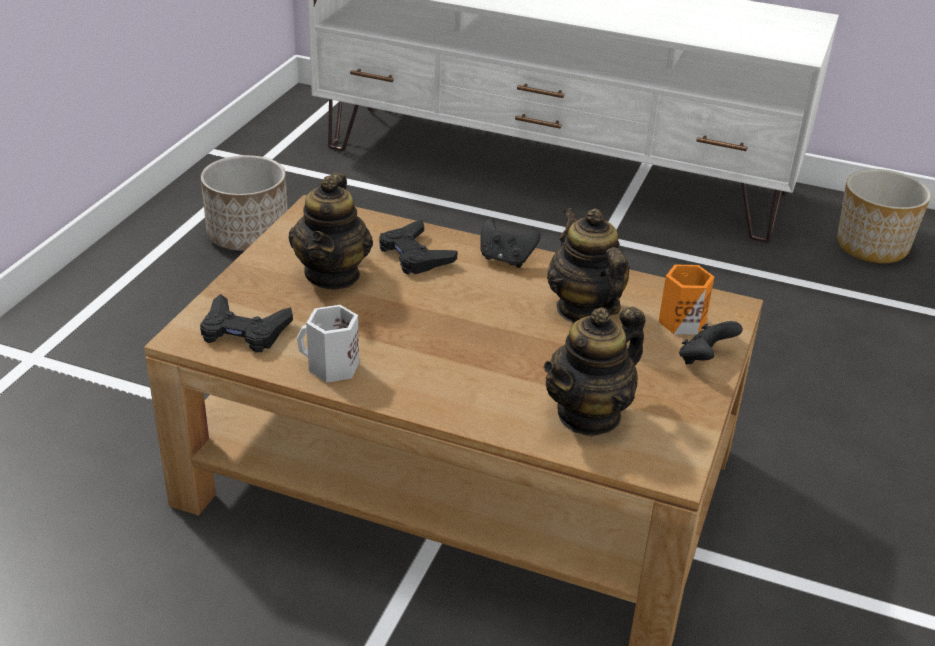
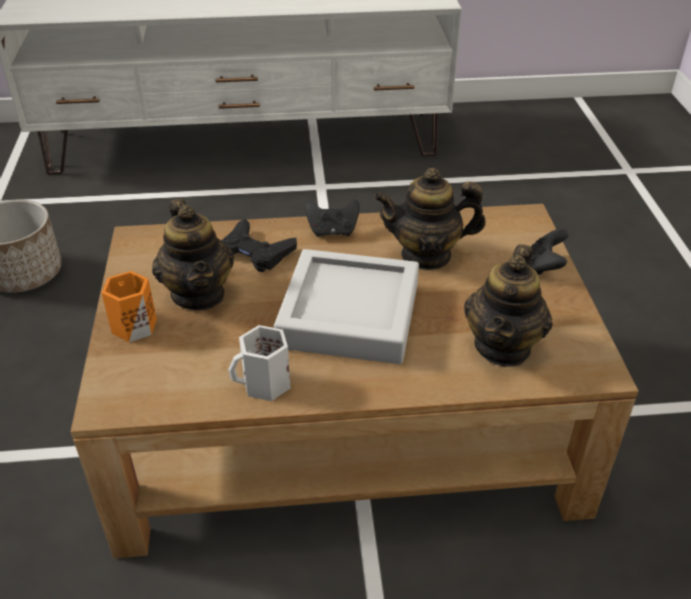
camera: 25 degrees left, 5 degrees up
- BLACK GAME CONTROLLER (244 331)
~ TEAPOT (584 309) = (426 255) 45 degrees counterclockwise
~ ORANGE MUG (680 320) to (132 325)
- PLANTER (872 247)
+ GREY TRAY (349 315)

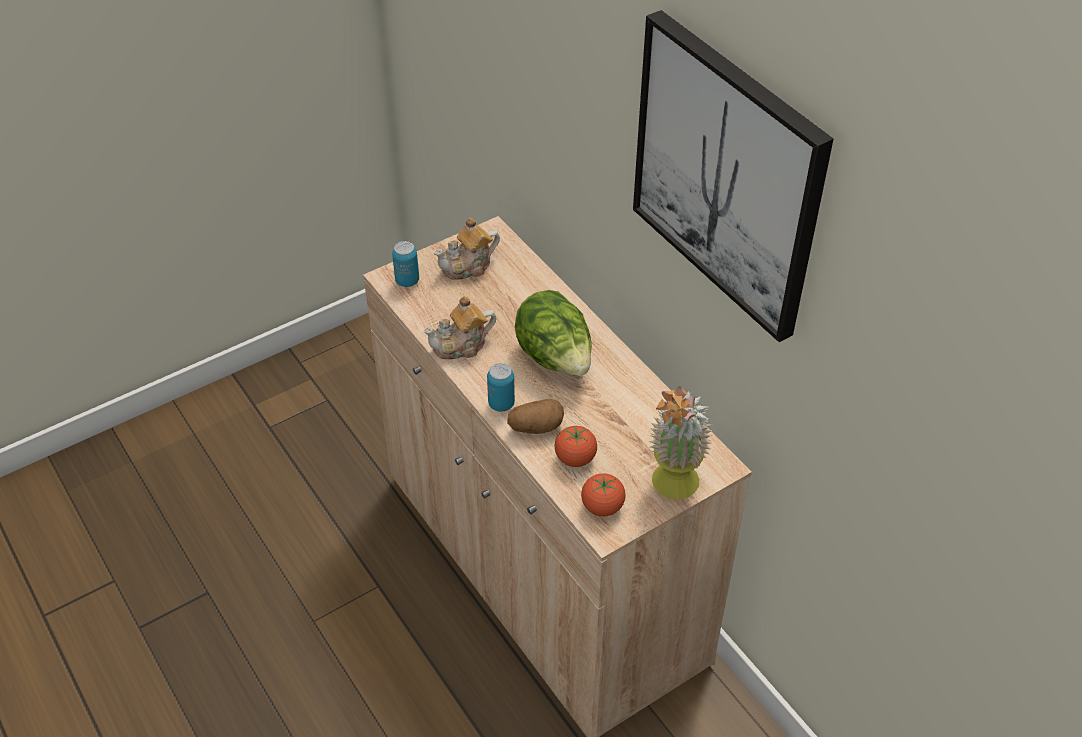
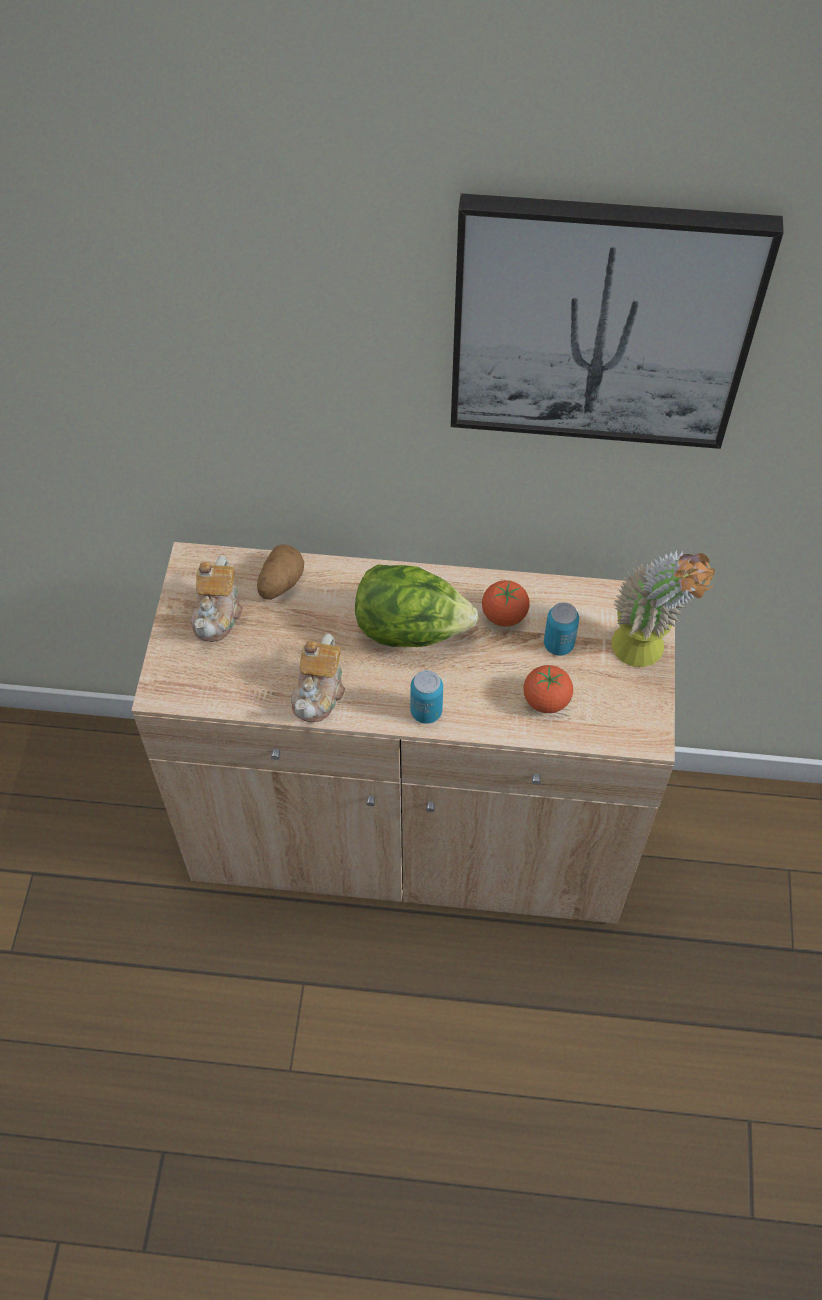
camera: 50 degrees left, 10 degrees up
~ CAN (407 281) to (558 644)
~ POTATO (536 427) to (280 583)
~ TOMATO (602 507) to (504 615)

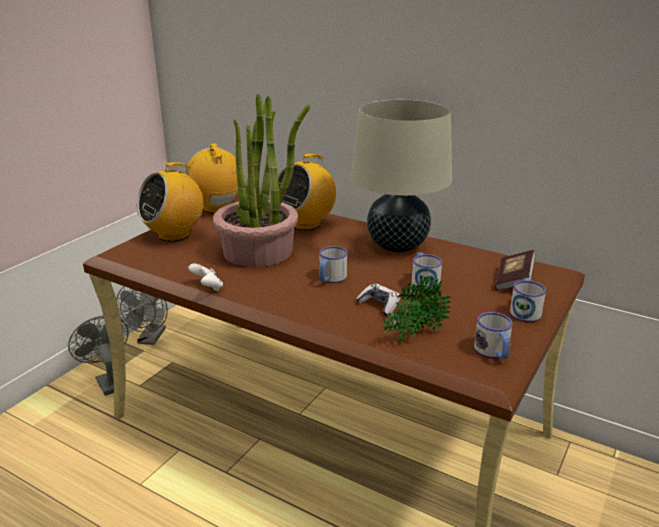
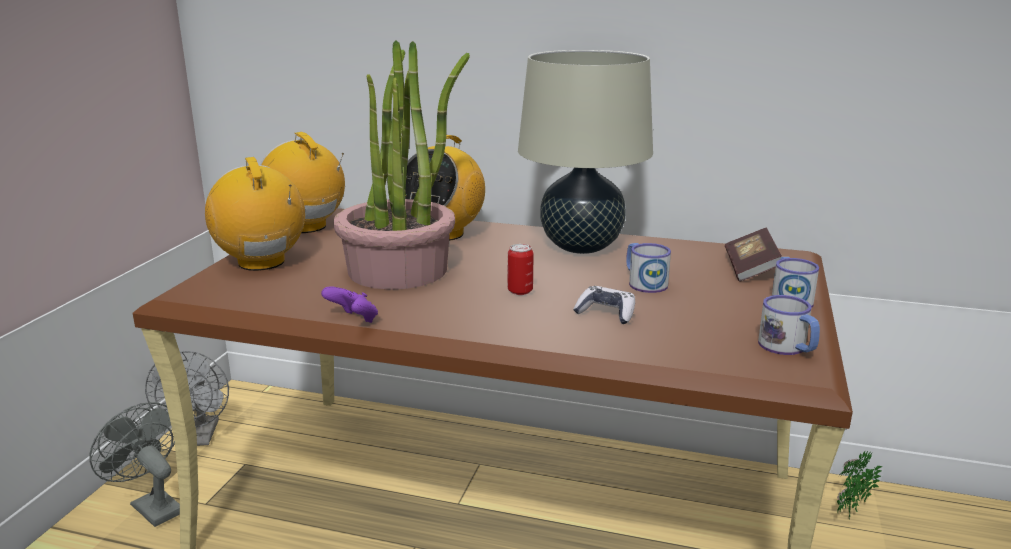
camera: 15 degrees left, 5 degrees down
~ RADIO (174 234) = (262 262) 120 degrees clockwise
~ WHITE GAME CONTROLLER (208 288) to PURPLE GAME CONTROLLER (353 320)
~ MUG (330 279) to CAN (520 291)
~ POTTED PLANT (413 336) to (849 510)

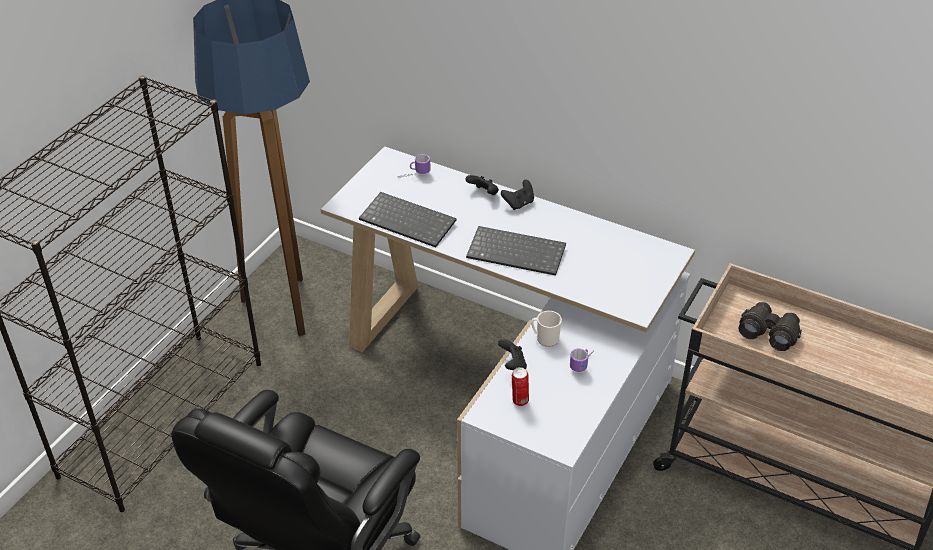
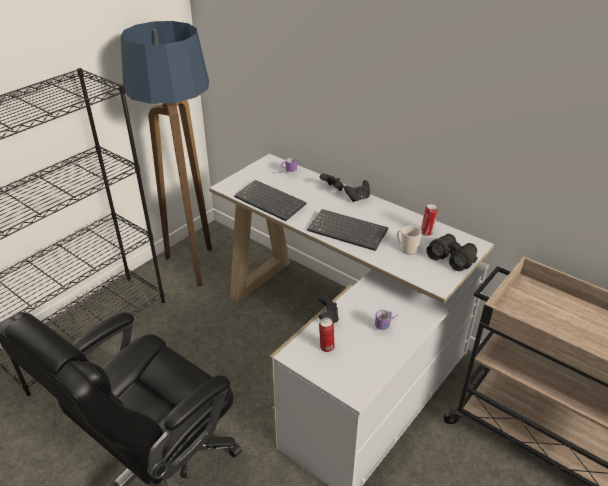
camera: 10 degrees right, 5 degrees down
~ MUG (545 338) to (406 248)
~ BLACK BINOCULARS (769 332) to (452 257)
+ CAN (427 232)

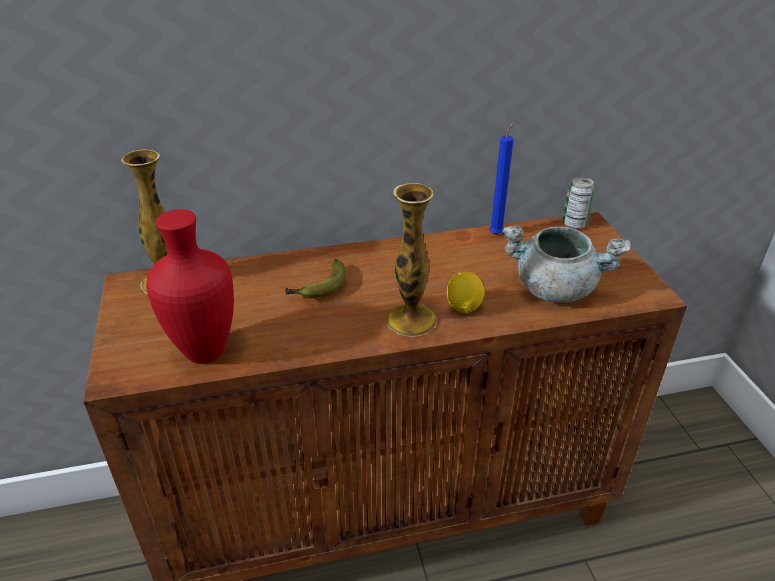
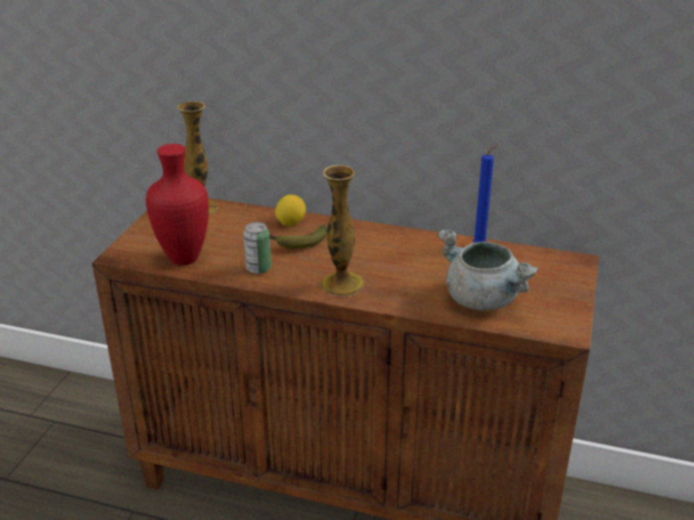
camera: 30 degrees right, 5 degrees down
~ LEMON (464 307) to (290 223)
~ CAN (574 224) to (258 268)

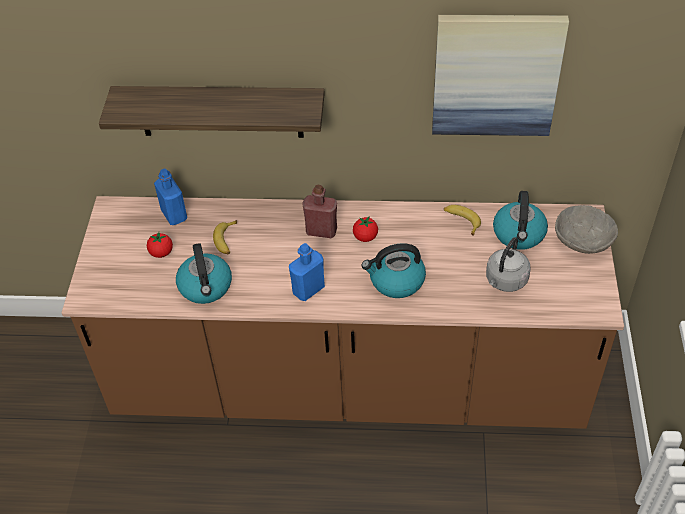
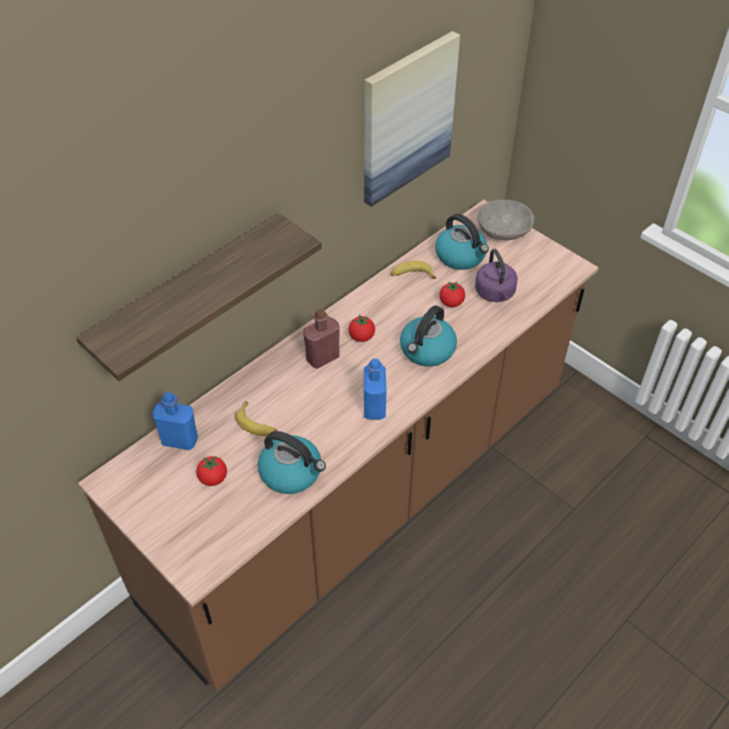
camera: 50 degrees left, 0 degrees up
~ GREY KETTLE (505 281) to PURPLE KETTLE (495 294)
+ TOMATO (451 303)

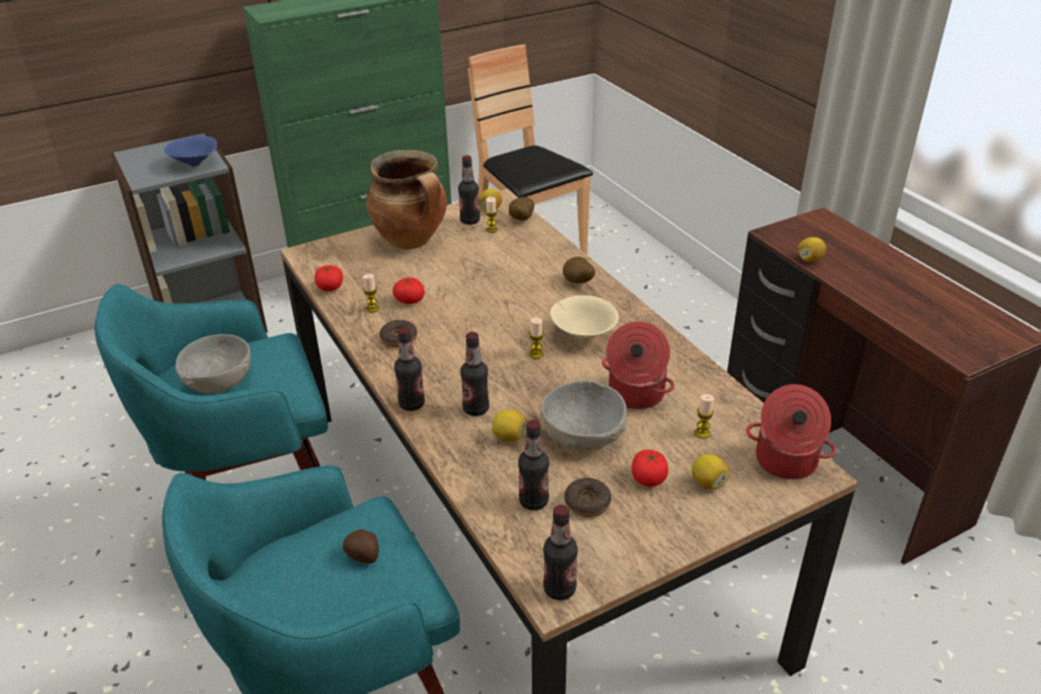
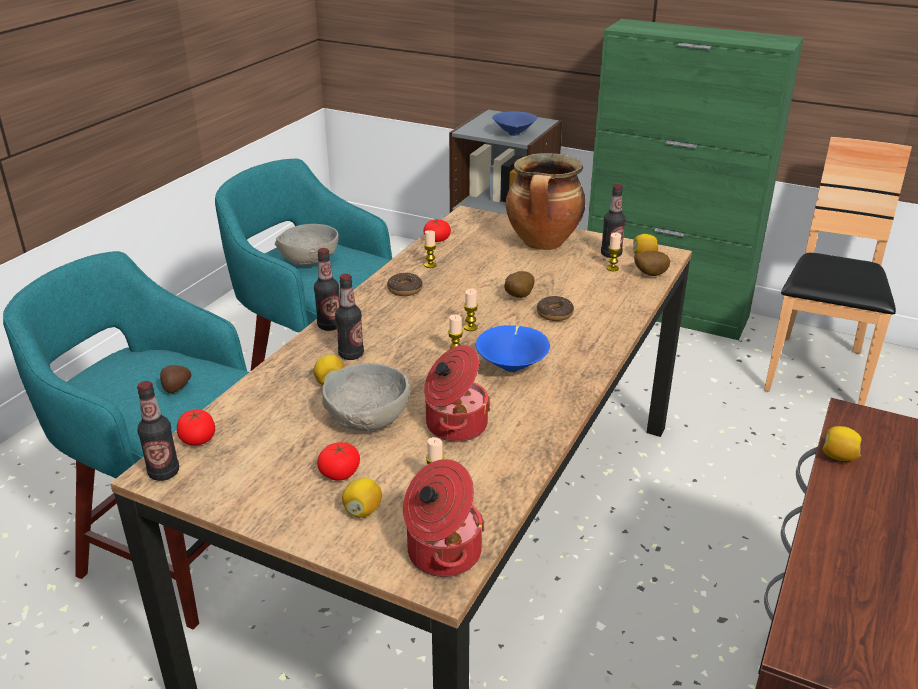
camera: 55 degrees right, 5 degrees down
~ TOMATO (409 300) to (198 438)
- BOTTLE (533 501)
~ BEIGE BOWL (582 334) to BLUE BOWL (512 366)
~ POTATO (577 283) to (517 297)
~ DONUT (587 502) to (554 314)
+ CANDLE (470 327)

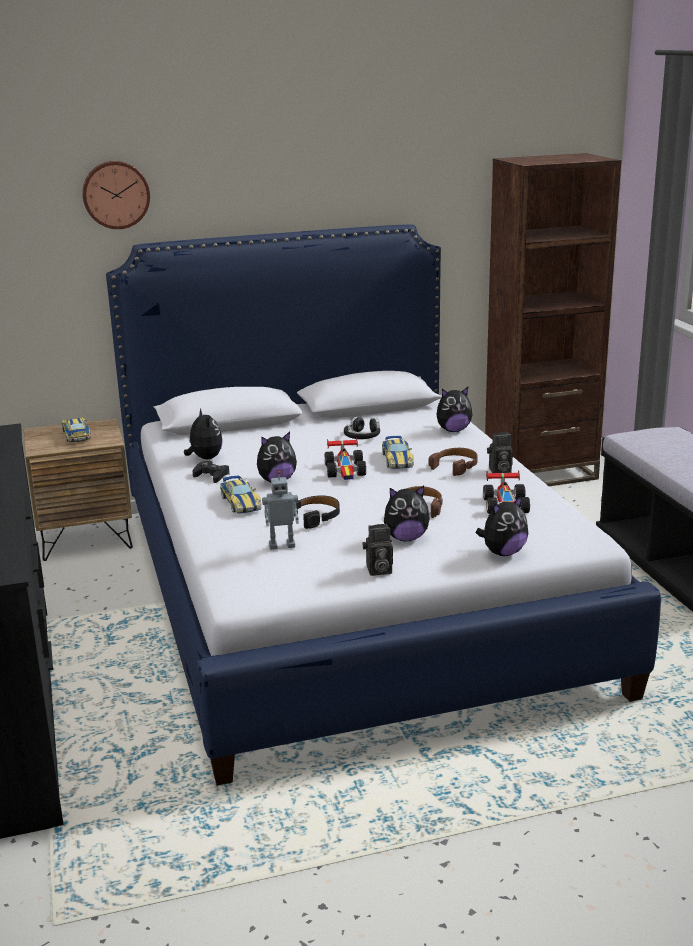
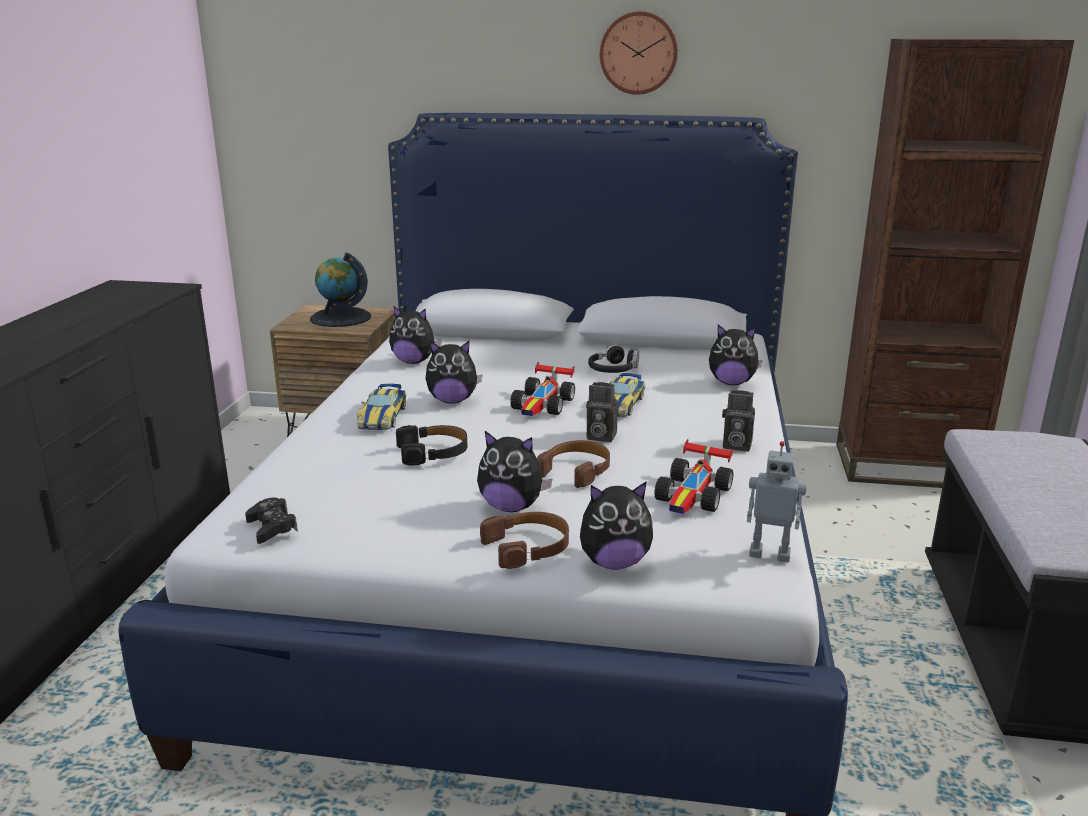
camera: 25 degrees right, 0 degrees up
~ TOY CAR (76 435) to GLOBE (340 318)
~ WALL CLOCK (116 194) to (638 53)
~ PLUSH TOY (204 458) = (414 361) 105 degrees clockwise
~ BLACK GAME CONTROLLER (211 476) to (272 527)
~ TOY ROBOT (282 545) to (770 554)
~ PHOTO CAMERA (378 570) to (599 436)
~ BROWN HEADPHONES (455 466) to (528 547)

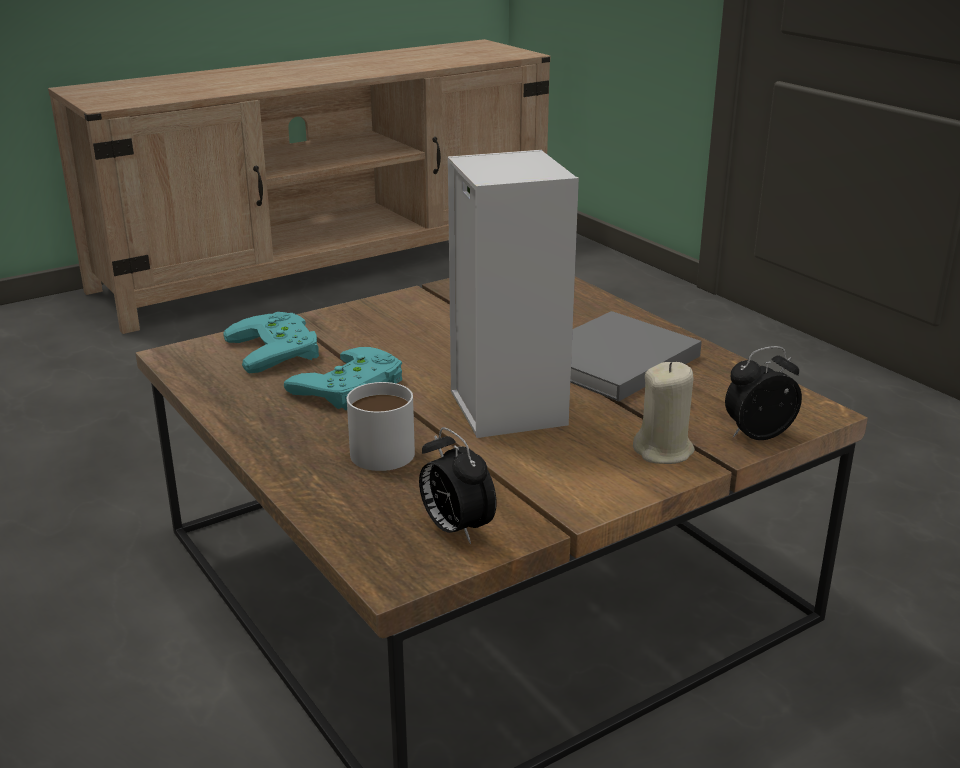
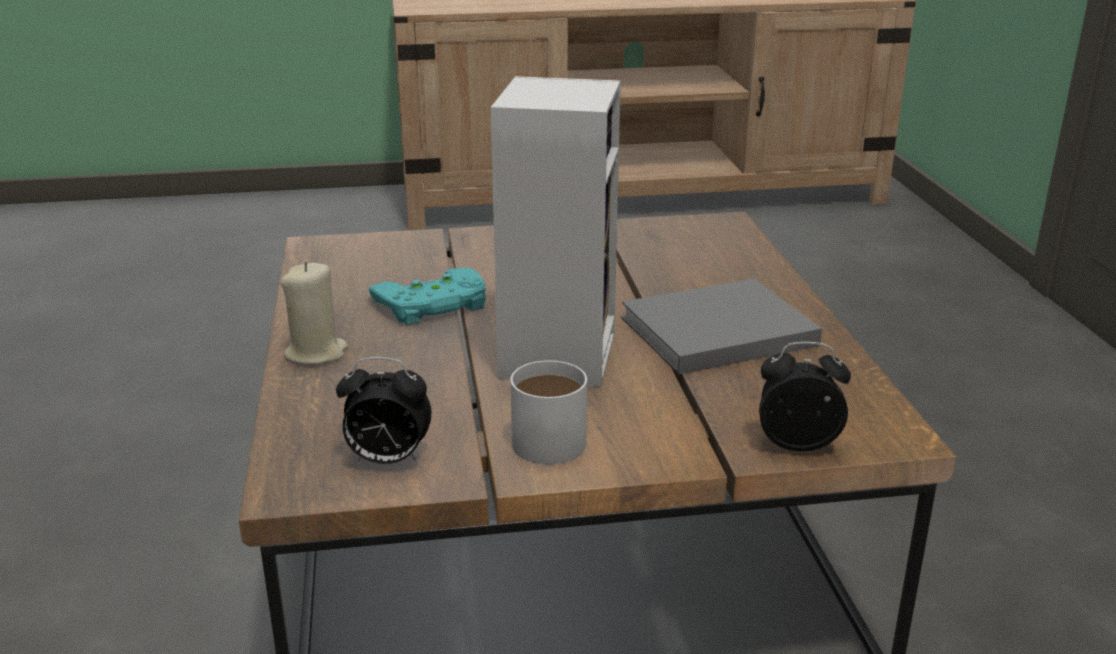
camera: 25 degrees right, 0 degrees up
- TURQUOISE GAME CONTROLLER (280 349)
~ WHITE MUG (379 447) to (551 434)
~ ALARM CLOCK (455 529) = (387 460) 75 degrees counterclockwise
~ BEIGE CANDLE (663 451) to (316 353)

